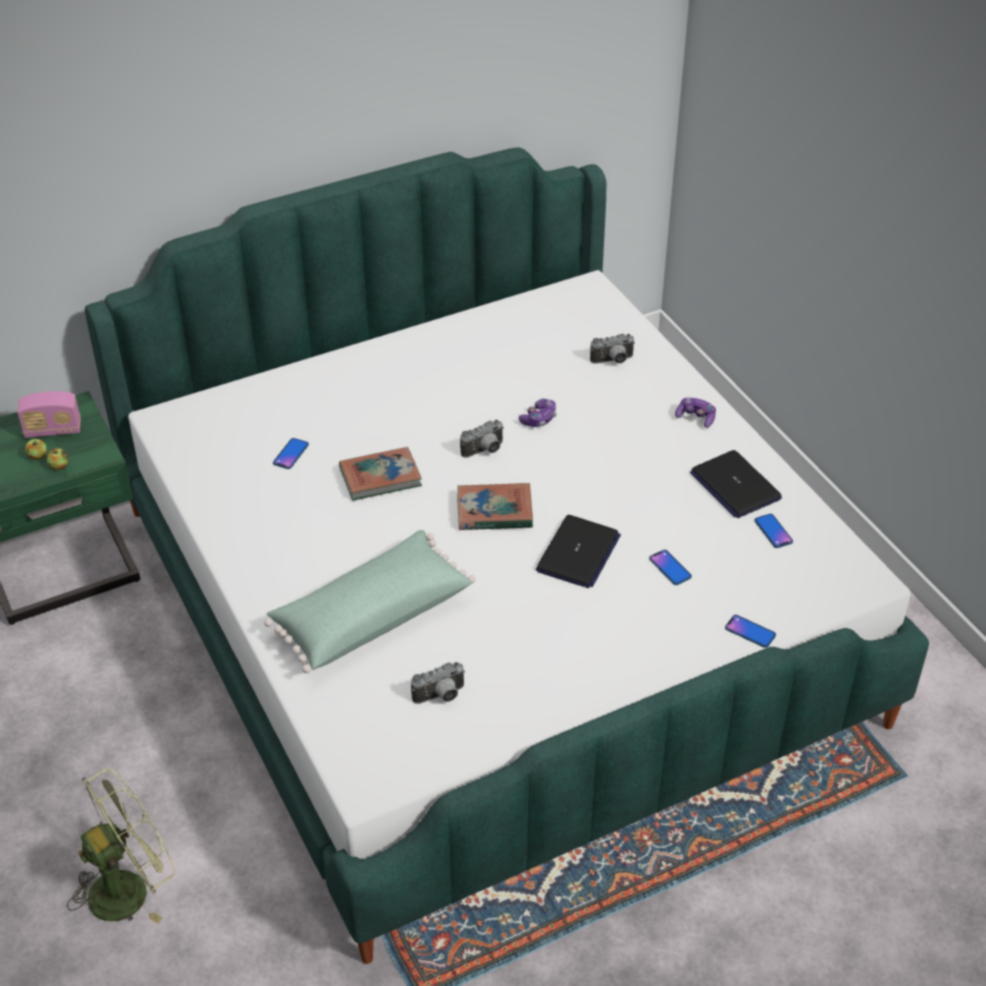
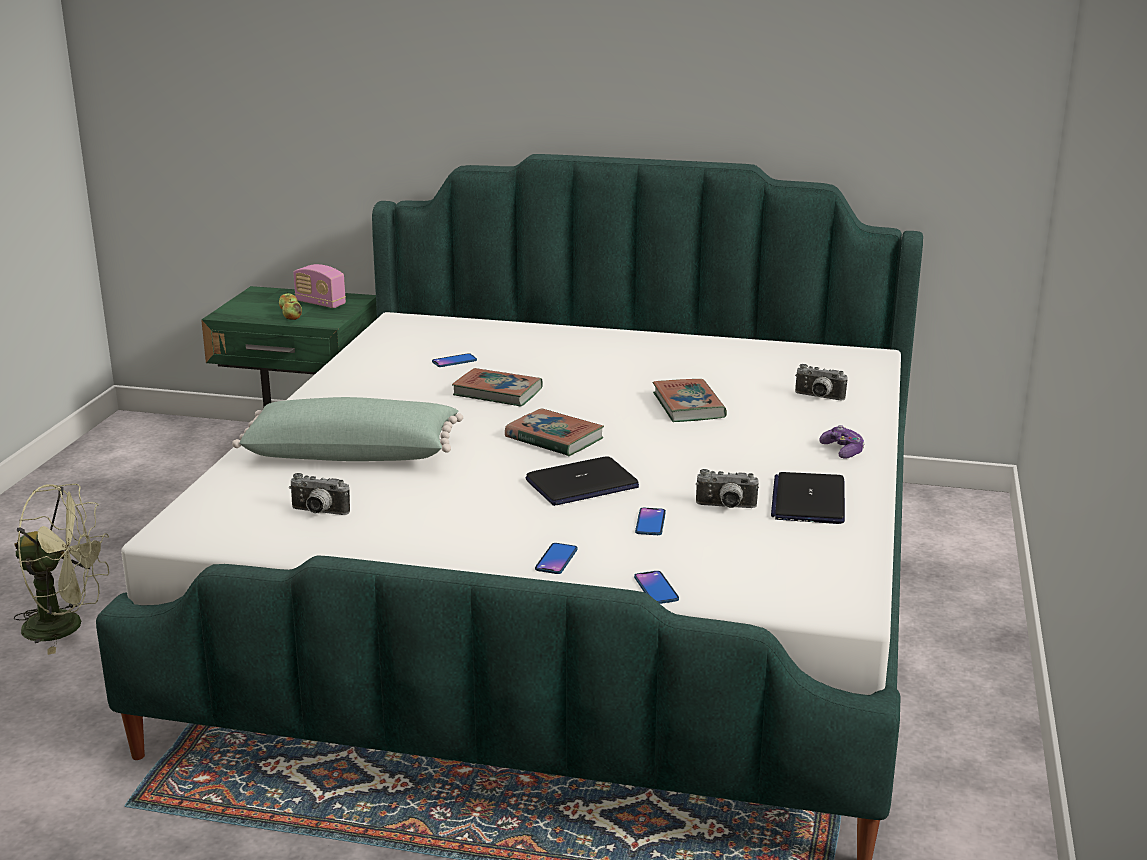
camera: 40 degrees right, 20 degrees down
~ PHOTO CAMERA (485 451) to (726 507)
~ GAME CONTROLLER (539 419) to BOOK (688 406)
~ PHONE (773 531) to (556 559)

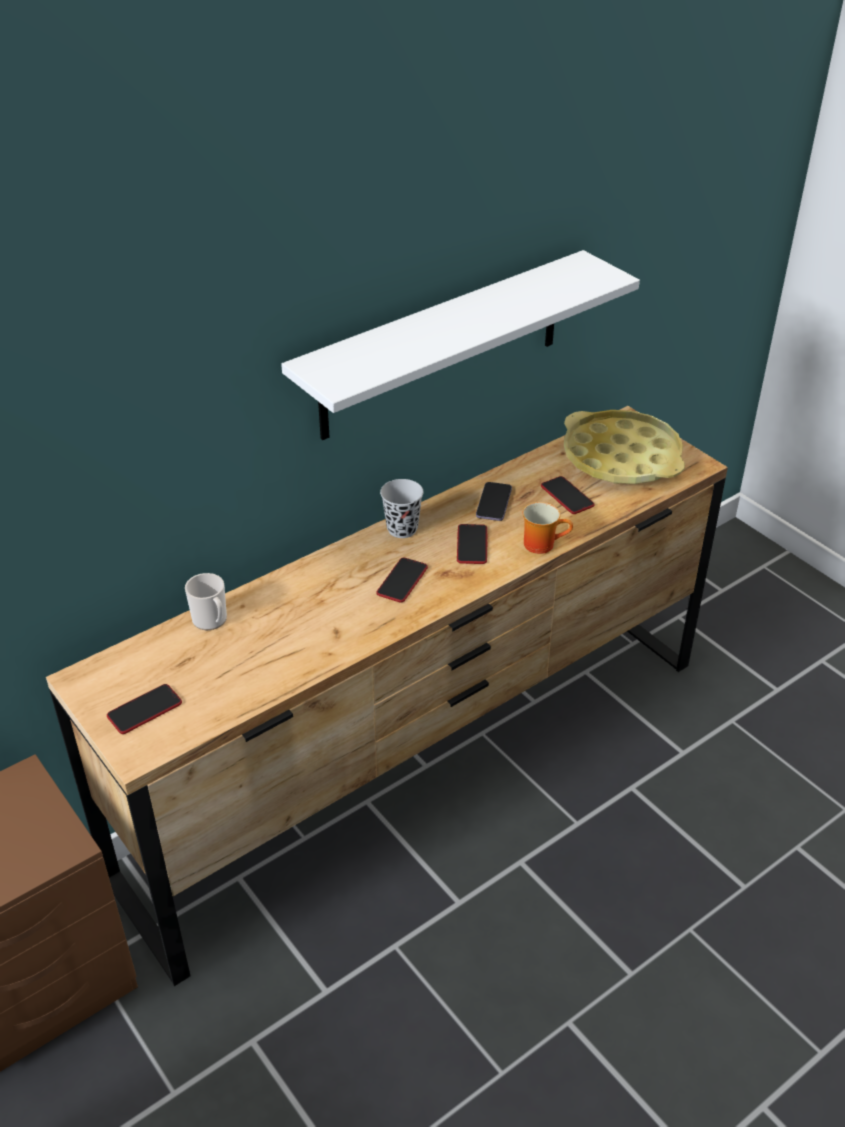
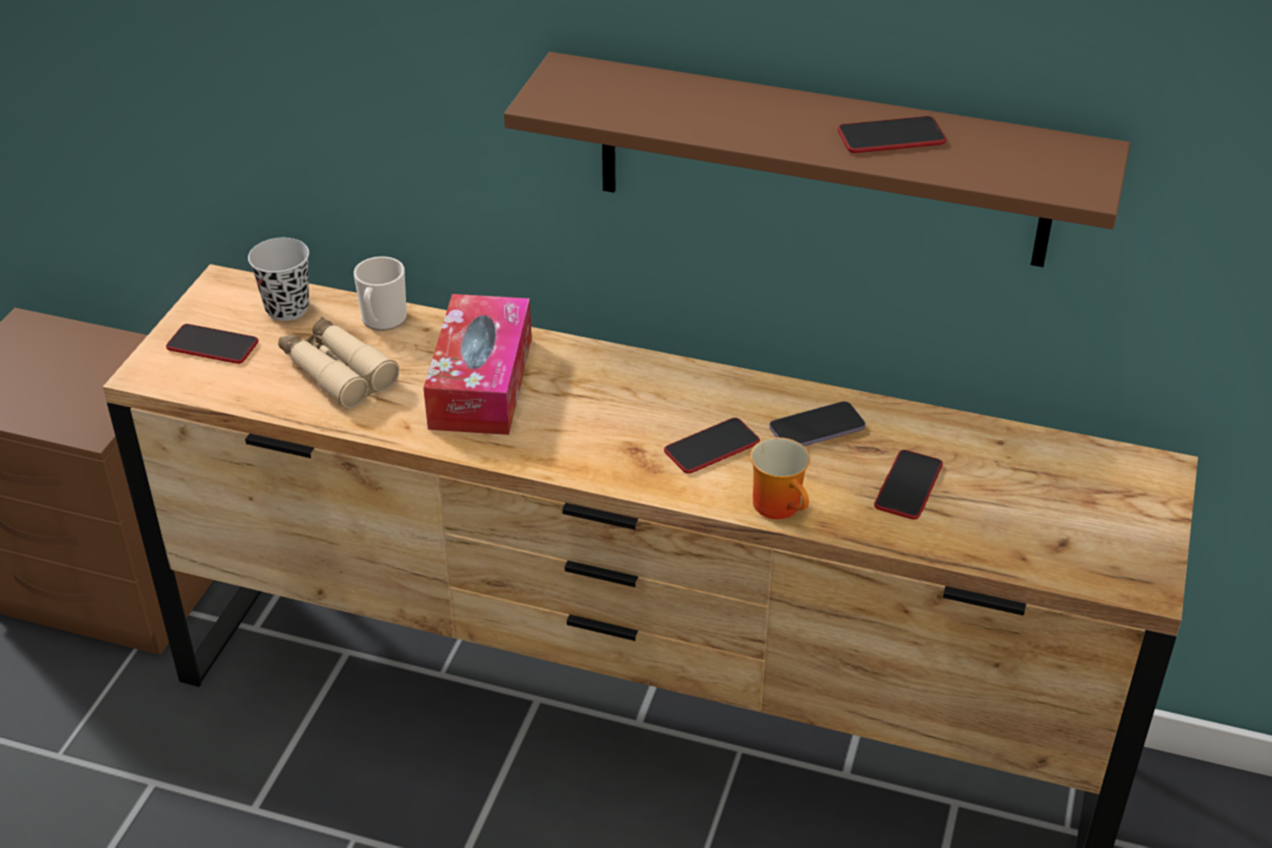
camera: 55 degrees right, 0 degrees up
~ WHITE SHELF (442 346) to BROWN SHELF (822 161)
~ PHONE (402 581) to (891 137)
~ BLACK CUP (402 529) to (287 309)
- YELLOW TRAY (621 457)
+ BEIGE BINOCULARS (337 372)
+ TISSUE BOX (481 383)

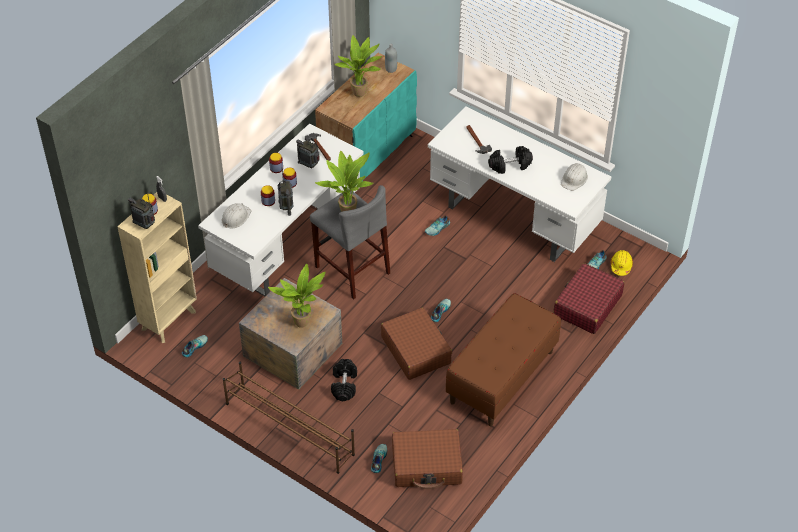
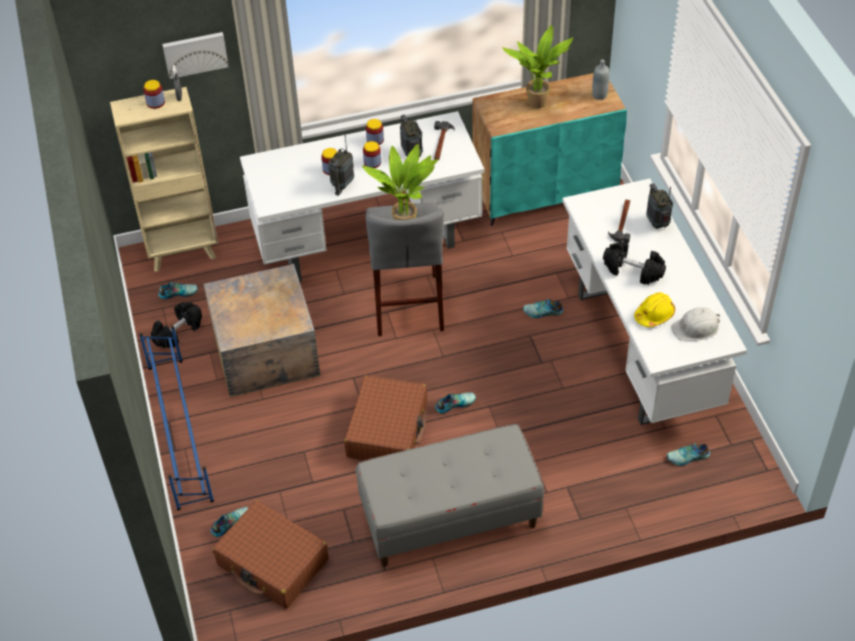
camera: 40 degrees right, 0 degrees up
~ RADIO (145 225) to (657 224)
- WHITE HARD HAT (235 217)
~ BROWN SHOE RACK (289 428) to BLUE SHOE RACK (180 431)
- POTTED PLANT (303 324)
~ BLACK DUMBBELL (344 385) to (178 332)
~ BROWN BENCH (502 377) to GREY BENCH (449 519)
- RED SUITCASE (587 305)
~ YELLOW HARD HAT (621 266) to (654 315)
+ PICTURE (195 53)

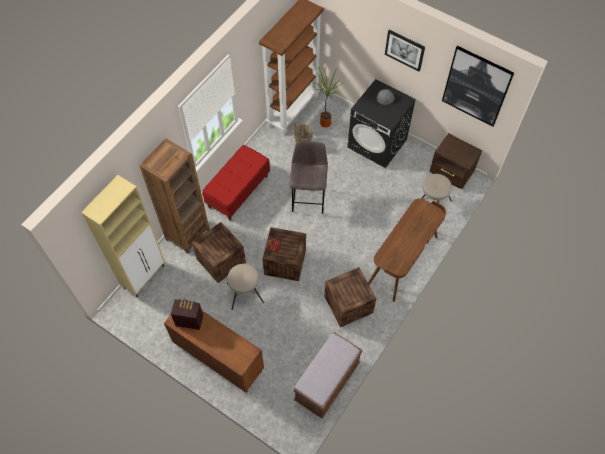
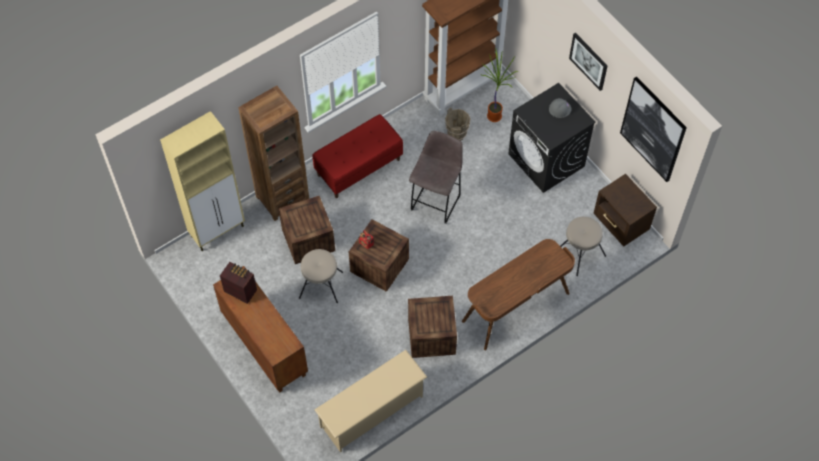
camera: 20 degrees right, 0 degrees up
~ BROWN BENCH (327 382) to BEIGE SHOE RACK (372 411)

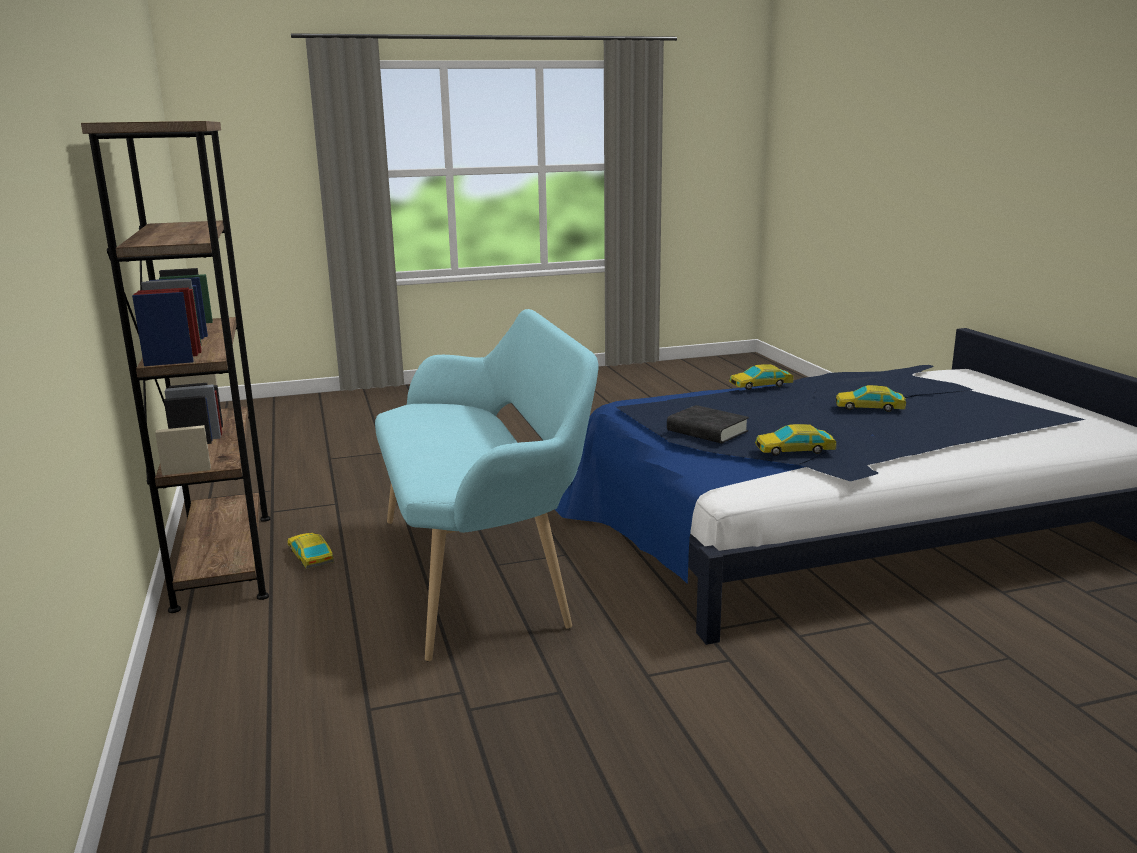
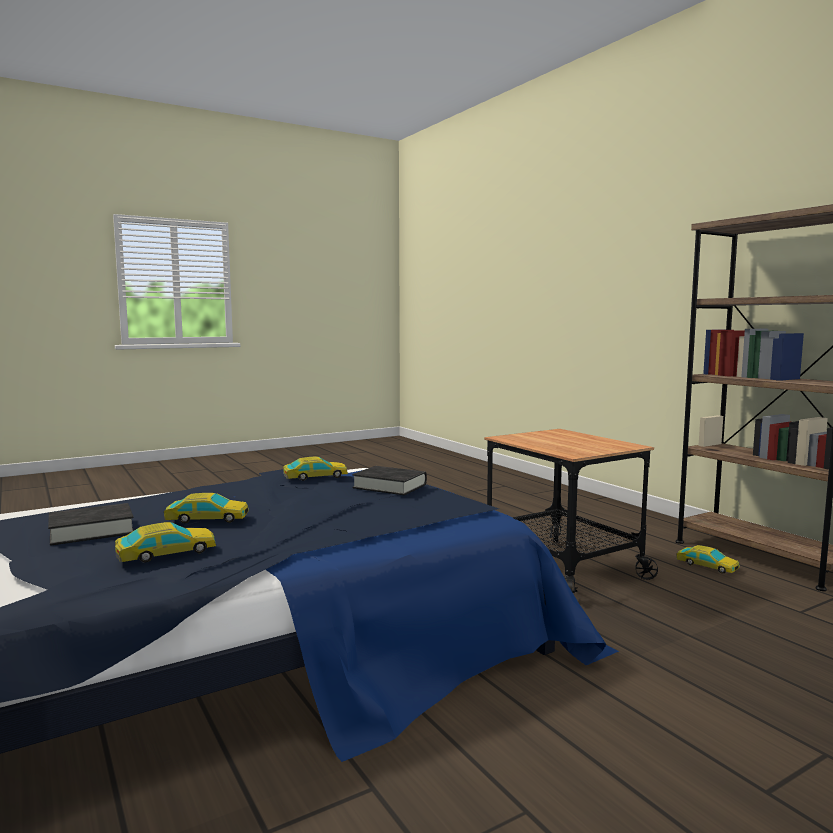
camera: 165 degrees right, 10 degrees down
~ TURQUOISE BENCH (483 570) to CART (560 568)
~ TOY CAR (761 385) to (166 553)
+ BLACK BOOK (91 531)

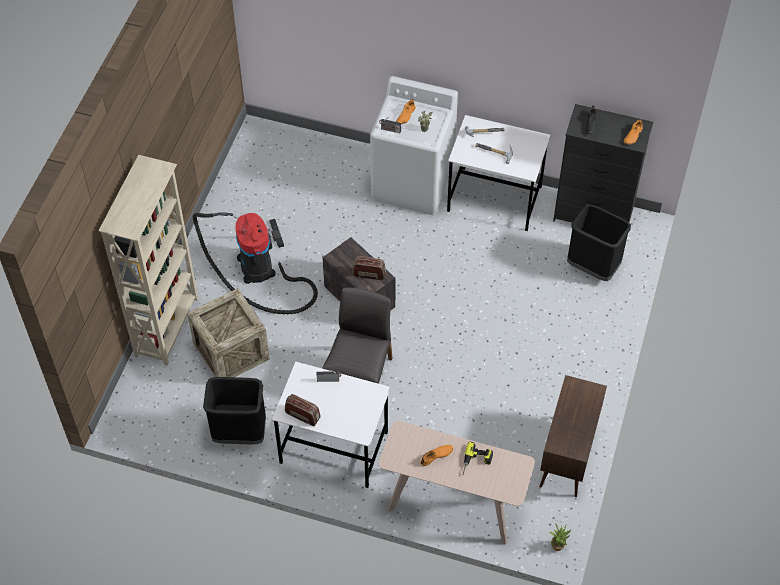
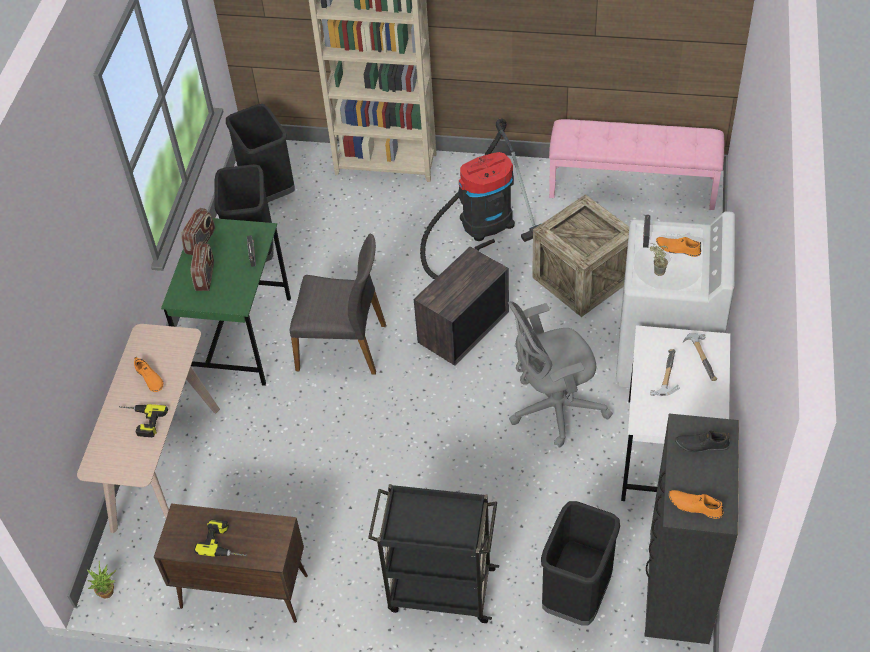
camera: 85 degrees right, 5 degrees down
~ CRATE (231 351) to (582 279)
~ WHITE DESK (333 448) to GREEN DESK (239 337)
~ RADIO (369 274) to (205 276)
+ POWER DRILL (225 542)
+ BLACK TRASH CAN (269 190)
+ BLACK CART (439 589)
+ GREY OFFICE CHAIR (552 409)
+ PINK BENCH (633 186)

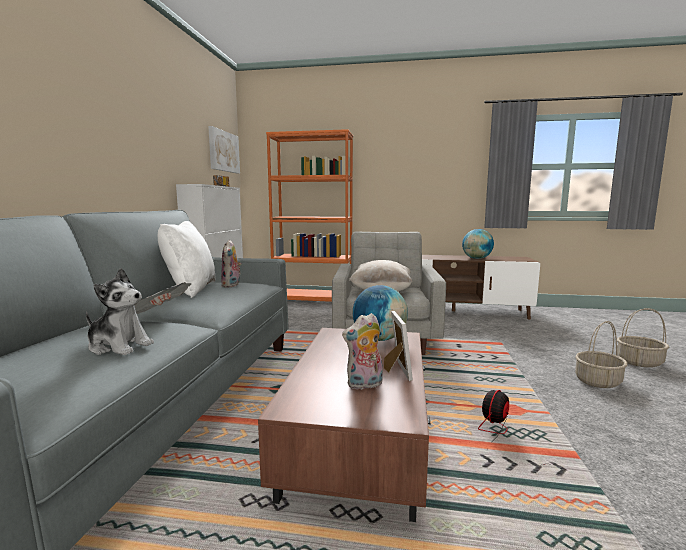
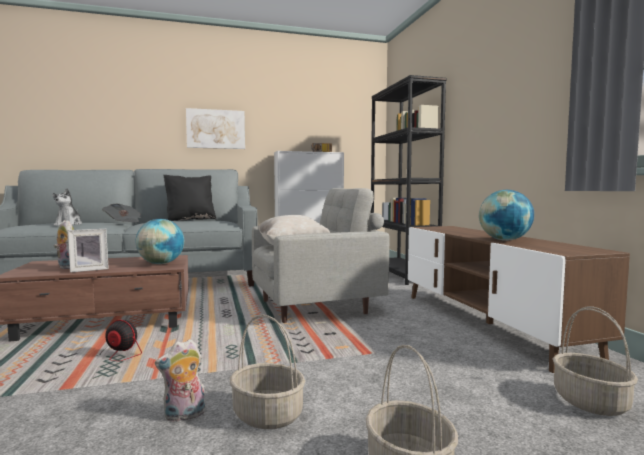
camera: 65 degrees right, 5 degrees down
~ WHITE PILLOW (190 289) to BLACK PILLOW (190 219)
~ PICTURE (223 151) to (216 129)
~ PLUSH TOY (232 285) to (184 416)
~ ORANGE BOOKCASE (313 301) to BLACK BOOKCASE (402 274)
+ BASKET (591 402)

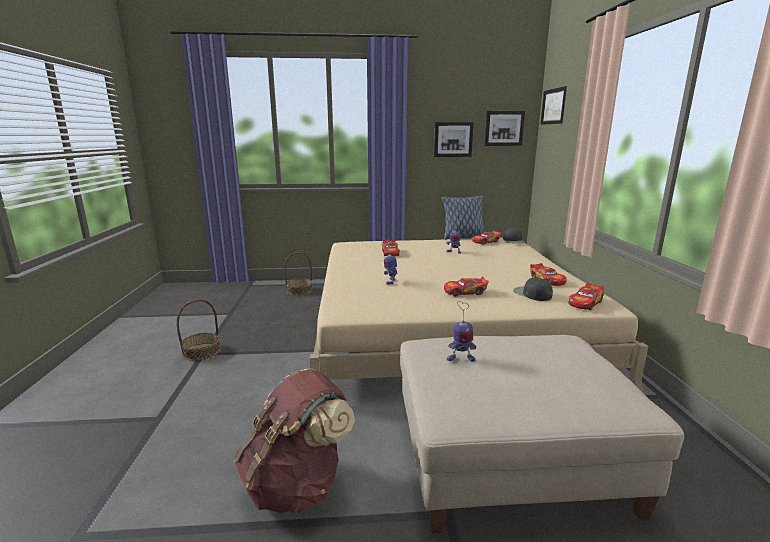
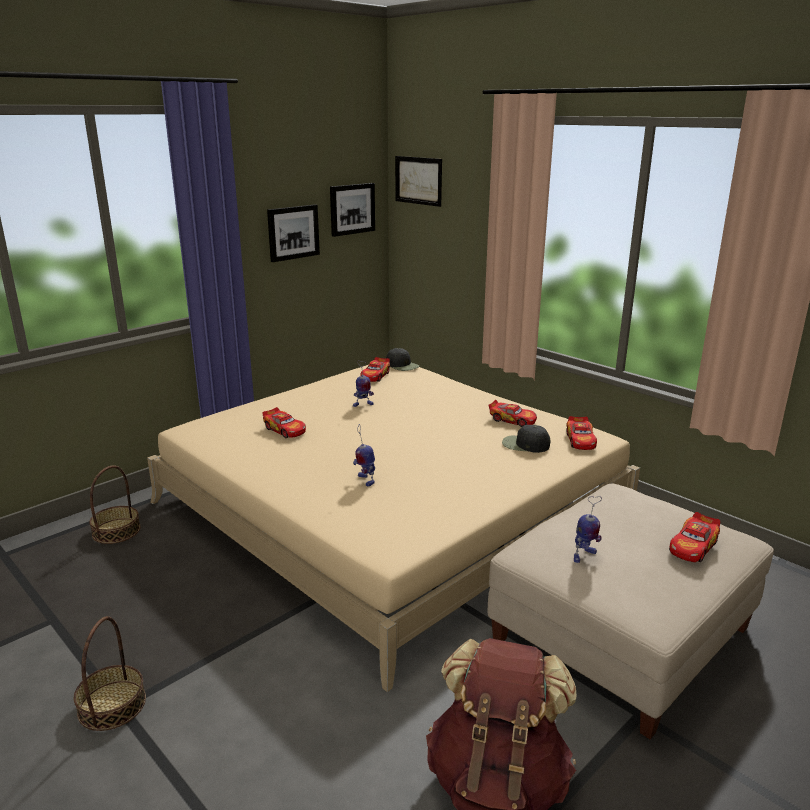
camera: 40 degrees left, 5 degrees up
- PILLOW (462 237)
~ TOY CAR (465 292) to (693 546)

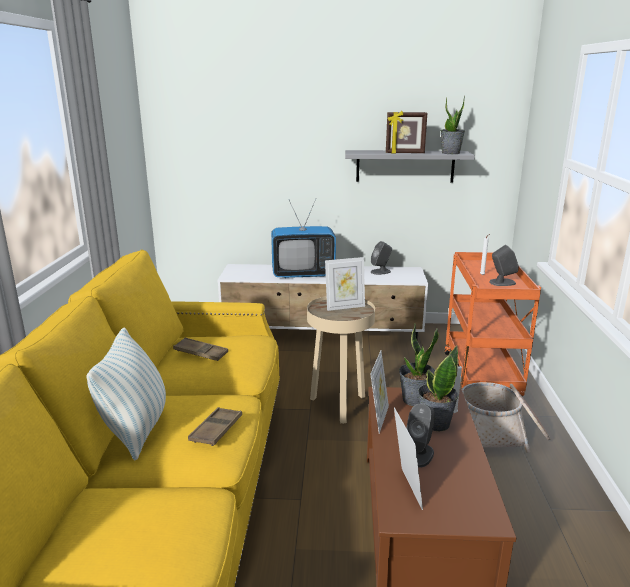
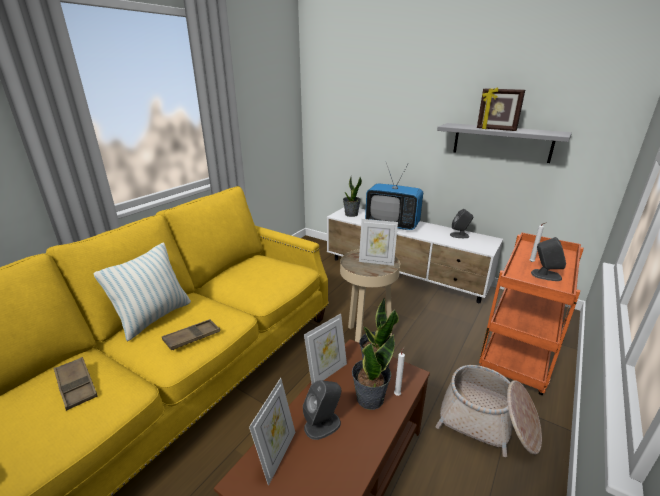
camera: 30 degrees right, 5 degrees up
~ BROWN TRAY (201 353) to (76 386)
~ POTTED PLANT (450 153) to (351 214)

